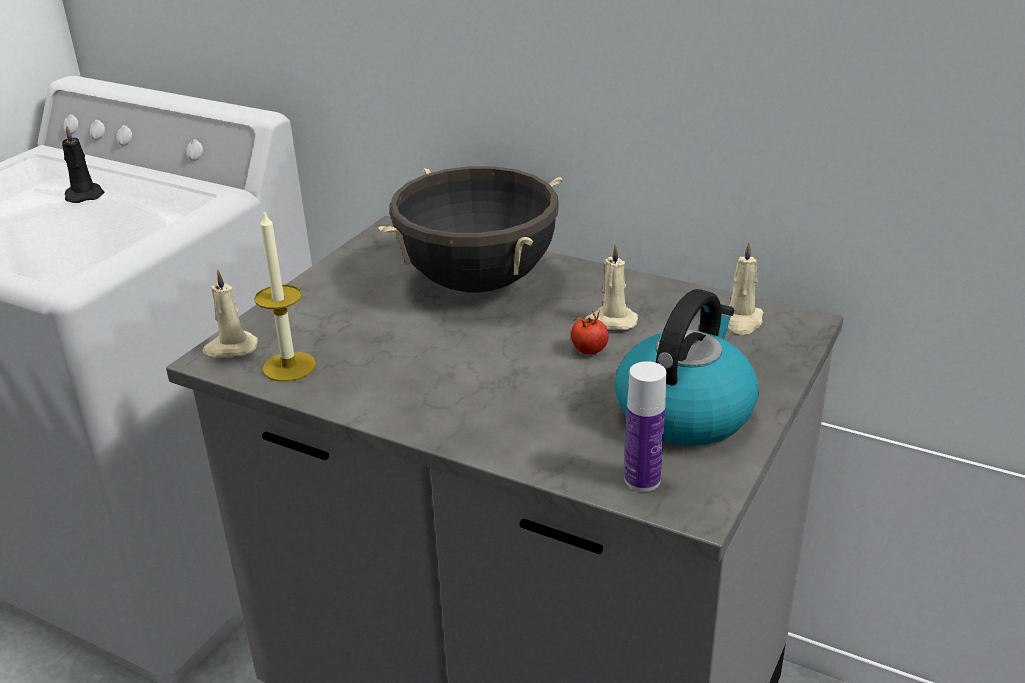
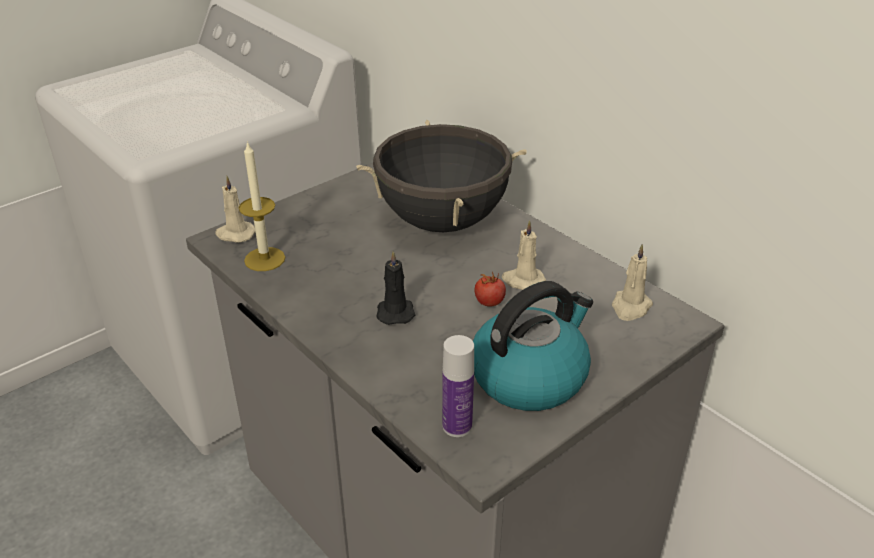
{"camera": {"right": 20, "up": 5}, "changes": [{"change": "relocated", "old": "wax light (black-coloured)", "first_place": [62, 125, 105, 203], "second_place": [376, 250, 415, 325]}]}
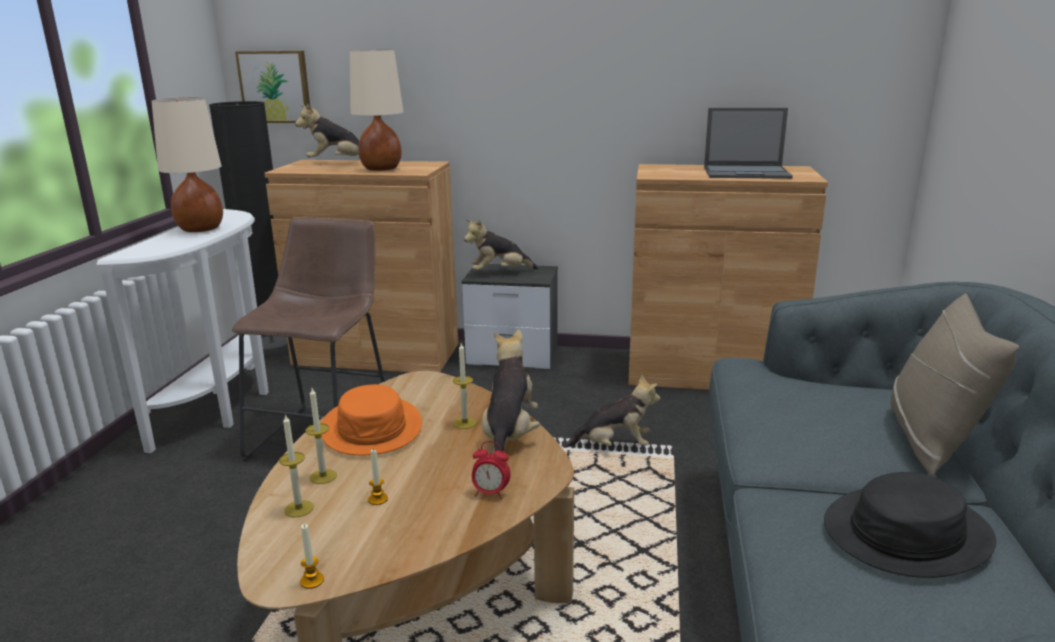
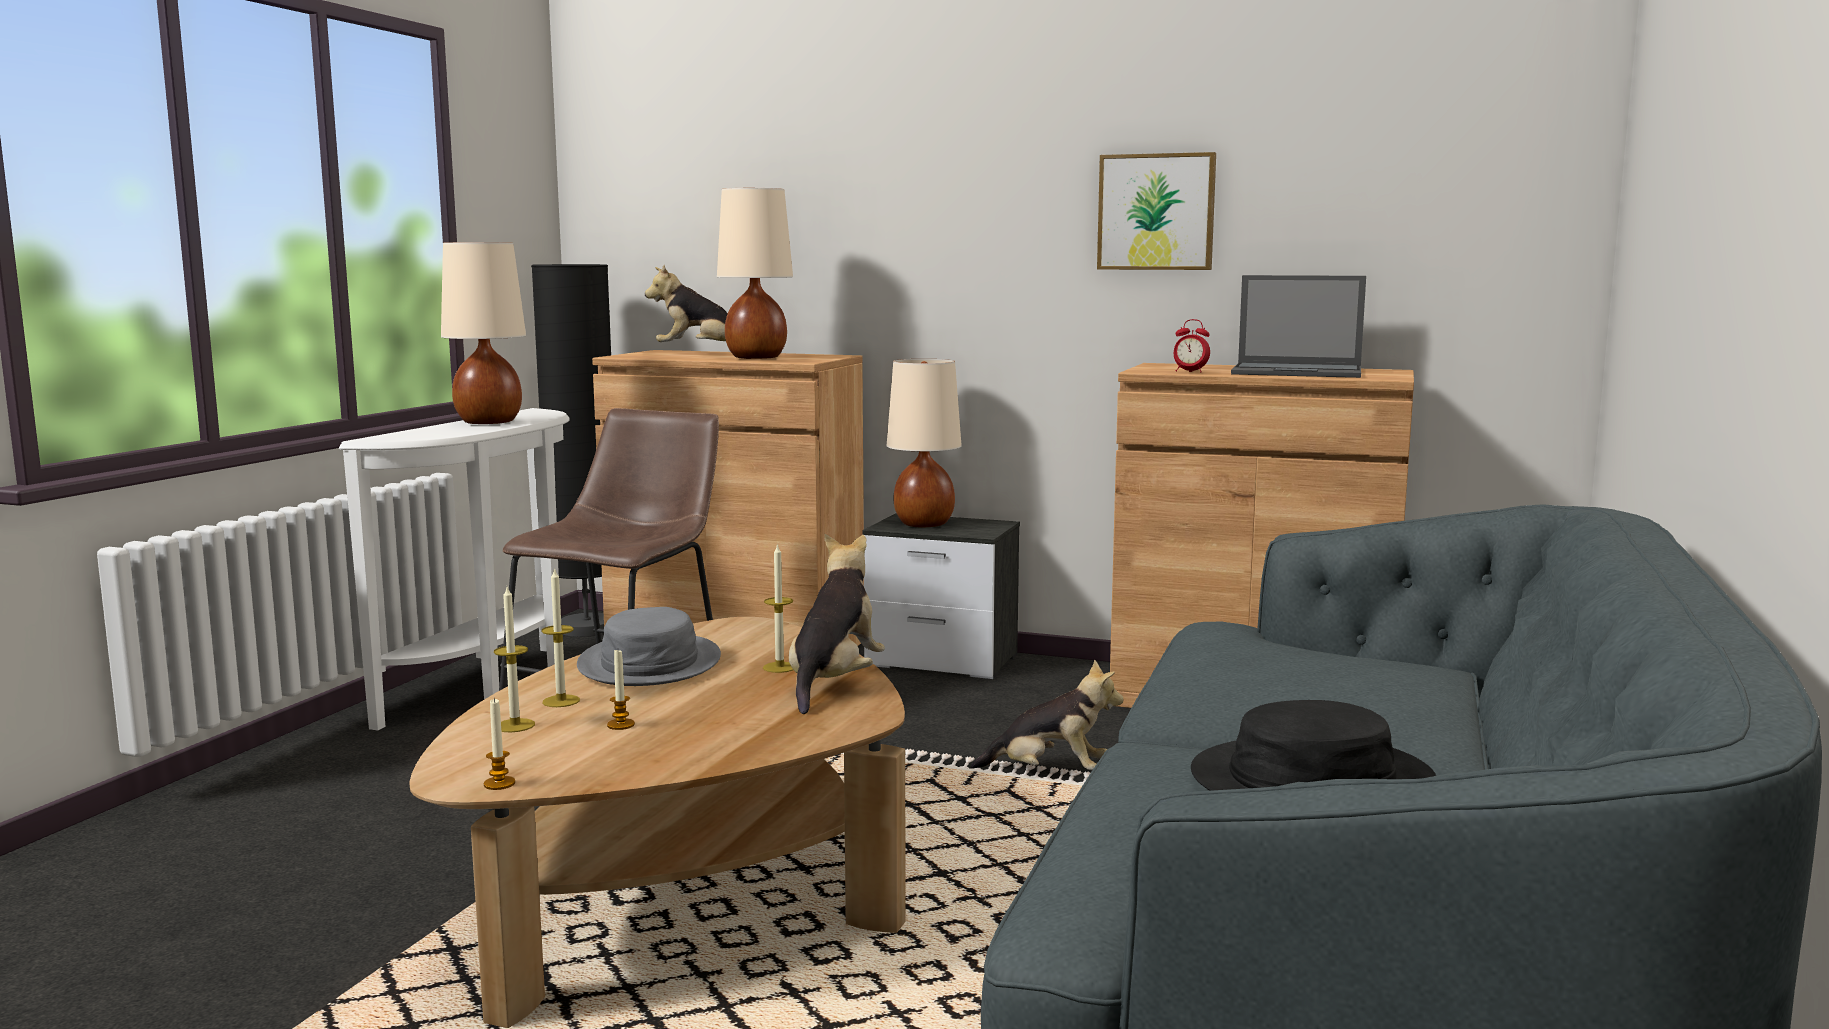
{"camera": {"right": 10, "up": -10}, "changes": [{"change": "relocated", "old": "wall picture", "first_place": [235, 51, 310, 123], "second_place": [1097, 152, 1216, 270]}, {"change": "exchanged", "old": "soft toy", "new": "lamp for a table (sand-coloured)", "first_place": [464, 219, 538, 270], "second_place": [887, 359, 962, 527]}, {"change": "missing", "old": "pillow (sand-coloured)", "first_place": [890, 293, 1019, 476]}, {"change": "colour", "old": "clothing hat (orange-coloured)", "new": "clothing hat (greyish)", "first_place": [322, 384, 422, 455], "second_place": [577, 607, 721, 686]}, {"change": "relocated", "old": "bedside clock", "first_place": [472, 441, 510, 499], "second_place": [1174, 319, 1210, 372]}]}
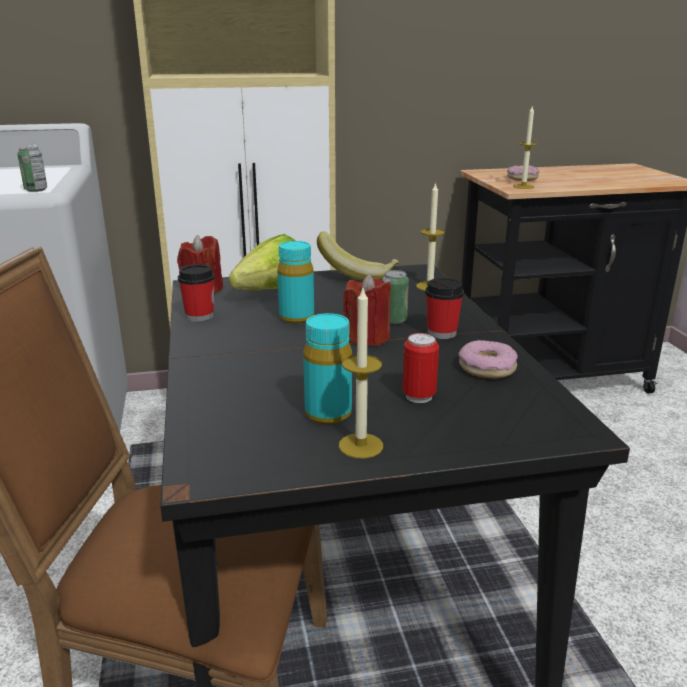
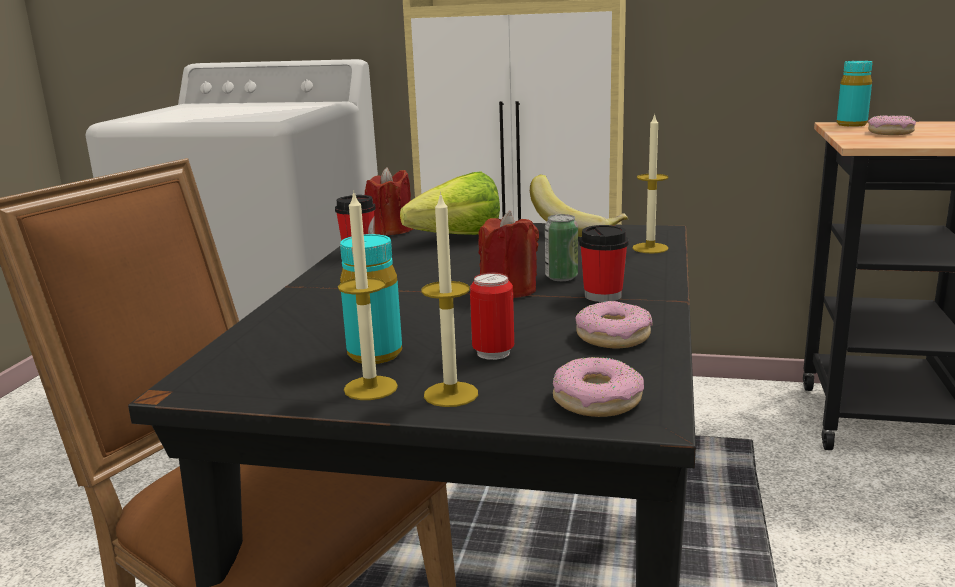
{"camera": {"right": 25, "up": -5}, "changes": [{"change": "relocated", "old": "wax light", "first_place": [513, 105, 537, 189], "second_place": [421, 192, 478, 407]}, {"change": "missing", "old": "sealed can", "first_place": [17, 146, 47, 192]}, {"change": "relocated", "old": "beverage bottle (blue-green)", "first_place": [277, 241, 314, 324], "second_place": [837, 61, 873, 127]}, {"change": "appeared", "new": "ring doughnut", "second_place": [553, 357, 644, 417]}]}
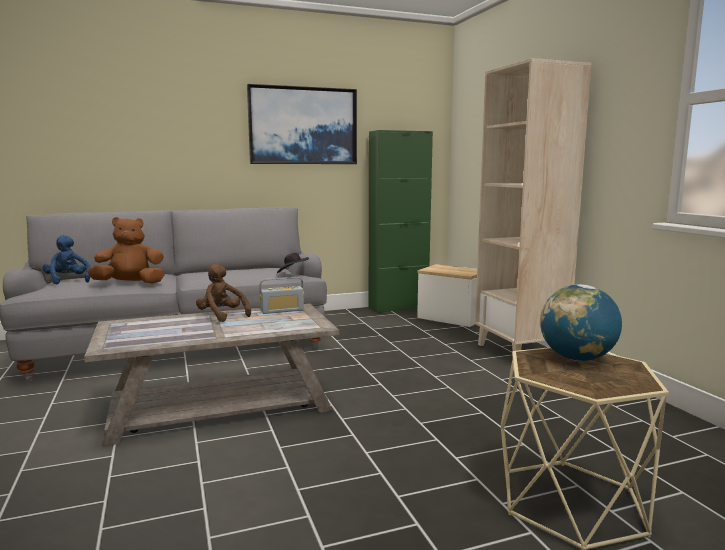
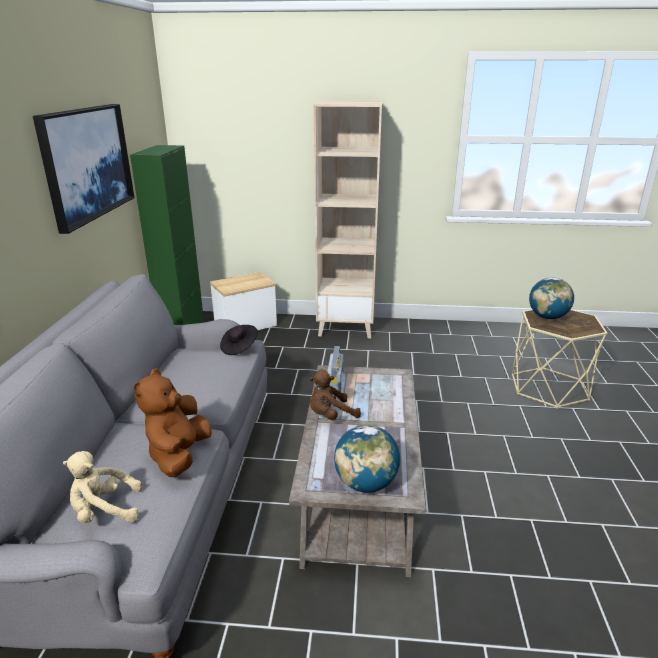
{"camera": {"right": -65, "up": 15}, "changes": [{"change": "colour", "old": "soft toy (blue)", "new": "soft toy (sand-coloured)", "first_place": [42, 235, 91, 285], "second_place": [63, 451, 142, 524]}, {"change": "appeared", "new": "desk globe", "second_place": [334, 425, 400, 493]}]}
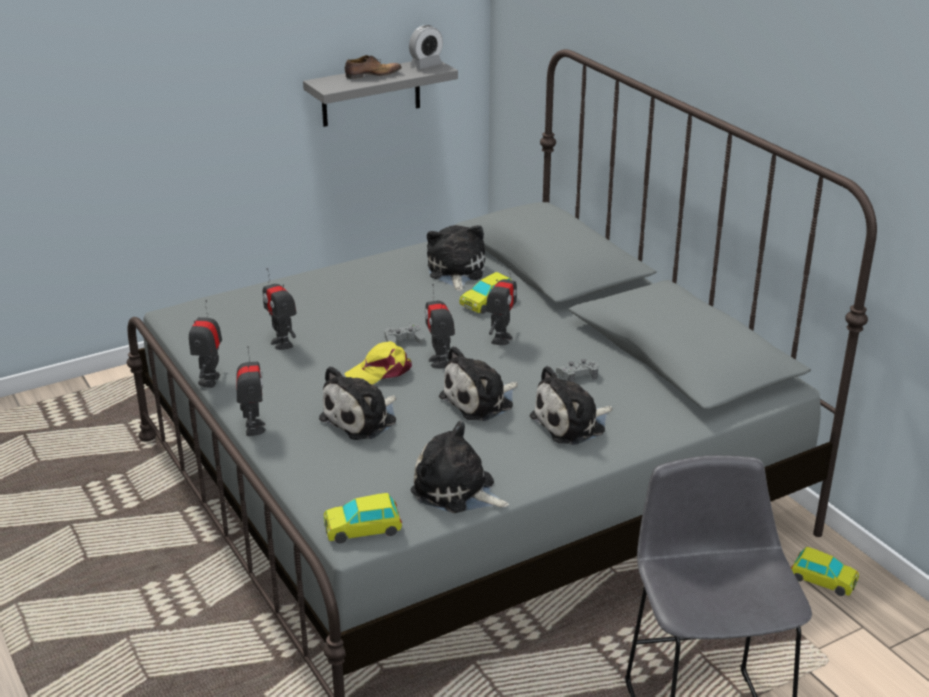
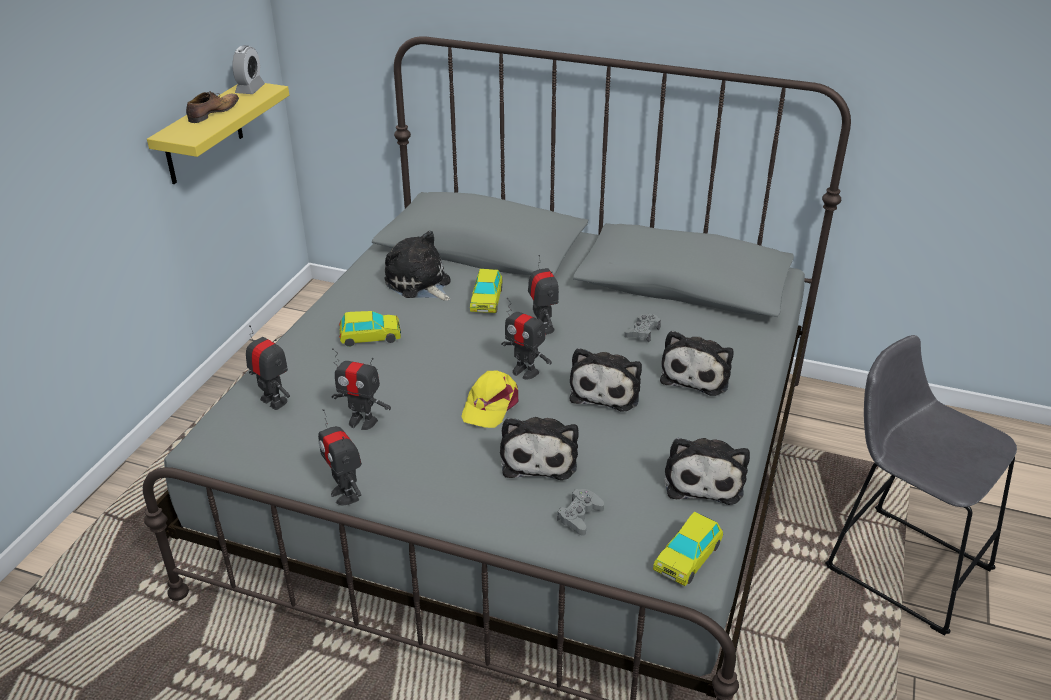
{"camera": {"right": -40, "up": 5}, "changes": [{"change": "colour", "old": "shelf (greyish)", "new": "shelf (yellow-coloured)", "first_place": [303, 62, 458, 127], "second_place": [147, 83, 289, 184]}, {"change": "relocated", "old": "joypad (greyish)", "first_place": [385, 323, 425, 345], "second_place": [557, 489, 604, 536]}, {"change": "relocated", "old": "toy robot", "first_place": [236, 346, 266, 436], "second_place": [246, 325, 290, 410]}, {"change": "spun", "old": "soft toy", "first_place": [411, 421, 509, 513], "second_place": [664, 438, 750, 505], "degrees": -75}, {"change": "relocated", "old": "model car", "first_place": [791, 547, 859, 596], "second_place": [339, 311, 401, 347]}]}
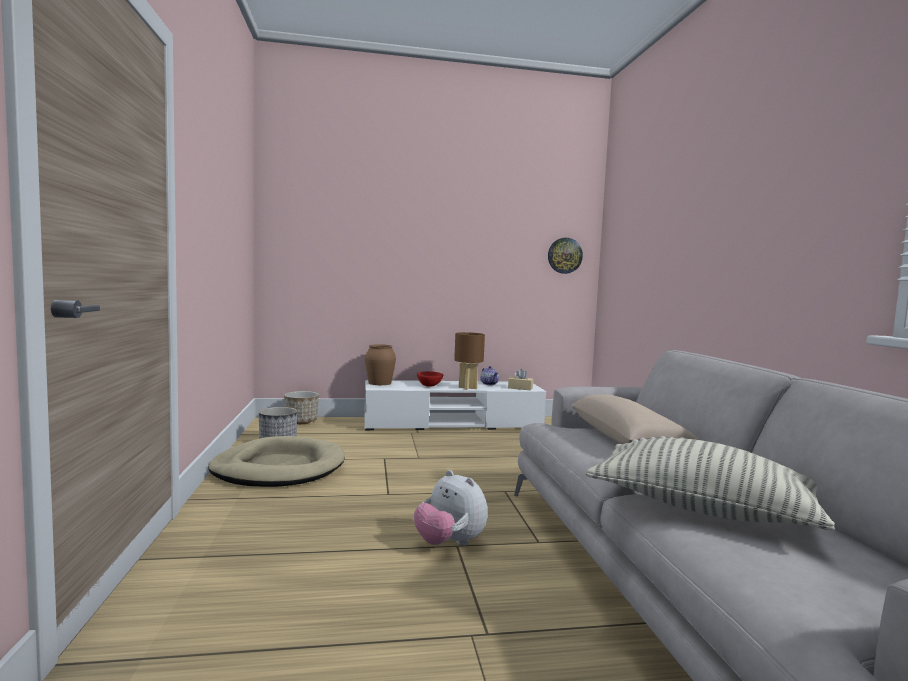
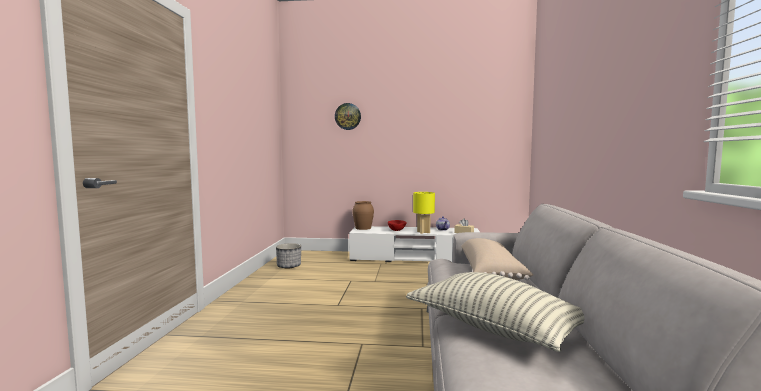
{"camera": {"right": 15, "up": 0}, "changes": [{"change": "relocated", "old": "wall clock", "first_place": [548, 238, 583, 274], "second_place": [335, 103, 361, 130]}, {"change": "colour", "old": "lamp for a table (brownish)", "new": "lamp for a table (yellow-coloured)", "first_place": [454, 332, 485, 390], "second_place": [413, 192, 435, 234]}, {"change": "missing", "old": "plant pot", "first_place": [284, 391, 319, 424]}, {"change": "missing", "old": "dog bed (sand-coloured)", "first_place": [208, 436, 345, 487]}, {"change": "missing", "old": "soft toy", "first_place": [414, 470, 488, 546]}]}
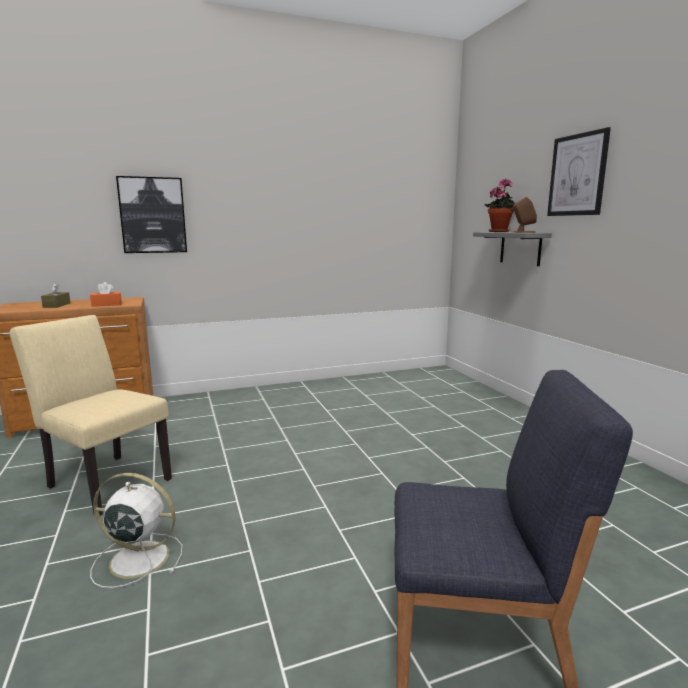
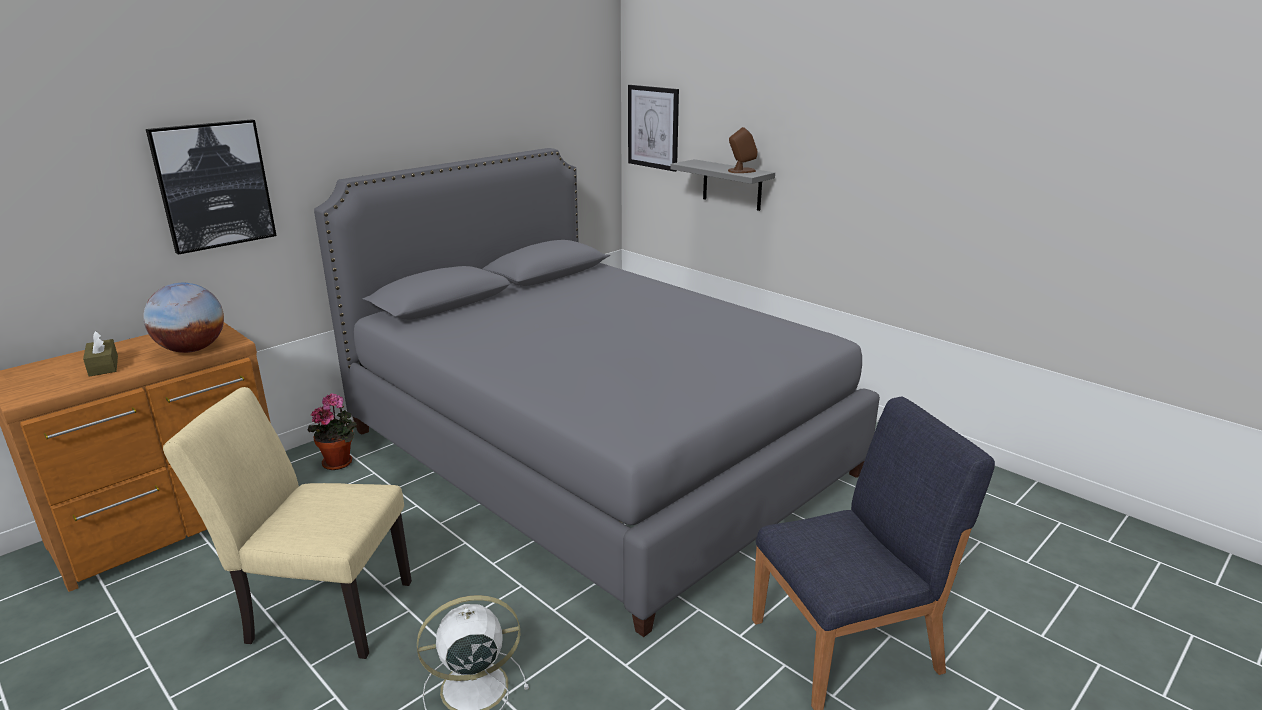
{"camera": {"right": -25, "up": 10}, "changes": [{"change": "relocated", "old": "wall picture", "first_place": [547, 127, 611, 216], "second_place": [628, 85, 679, 172]}, {"change": "relocated", "old": "houseplant", "first_place": [484, 179, 515, 232], "second_place": [308, 393, 357, 470]}, {"change": "exchanged", "old": "tissue holder (orange-coloured)", "new": "desk globe", "first_place": [90, 282, 122, 307], "second_place": [143, 283, 224, 353]}, {"change": "appeared", "new": "sleeping bed (greyish)", "second_place": [314, 148, 880, 637]}]}
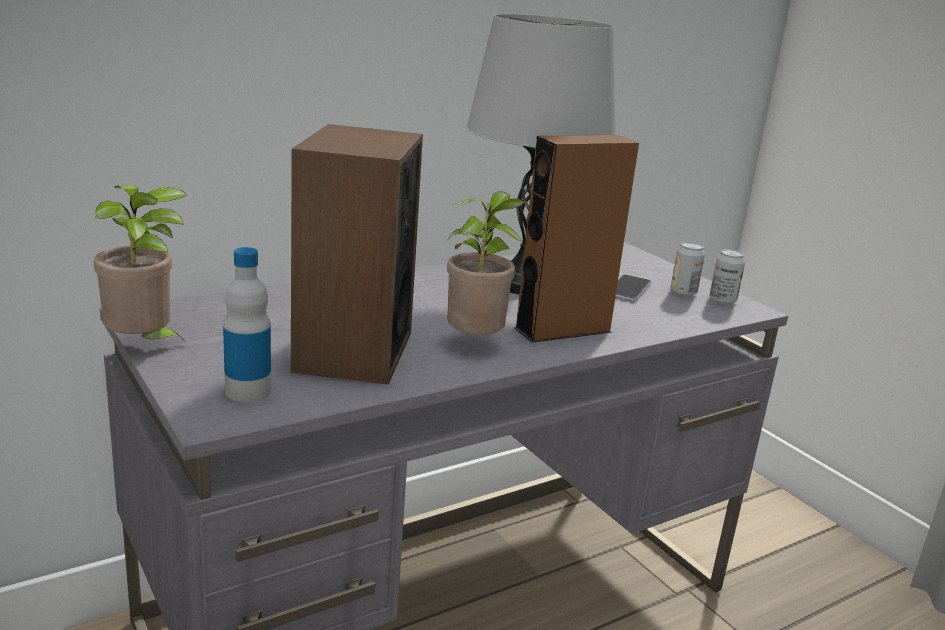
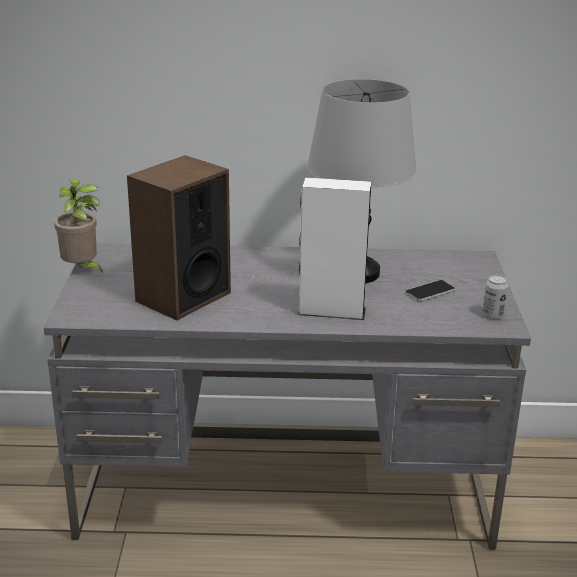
{"camera": {"right": 35, "up": 5}, "changes": [{"change": "colour", "old": "audio speaker (brownish)", "new": "audio speaker (white)", "first_place": [514, 135, 639, 343], "second_place": [298, 177, 371, 320]}, {"change": "missing", "old": "houseplant", "first_place": [447, 192, 525, 335]}, {"change": "missing", "old": "sealed can", "first_place": [671, 242, 705, 296]}, {"change": "missing", "old": "beverage bottle", "first_place": [223, 247, 271, 402]}]}
